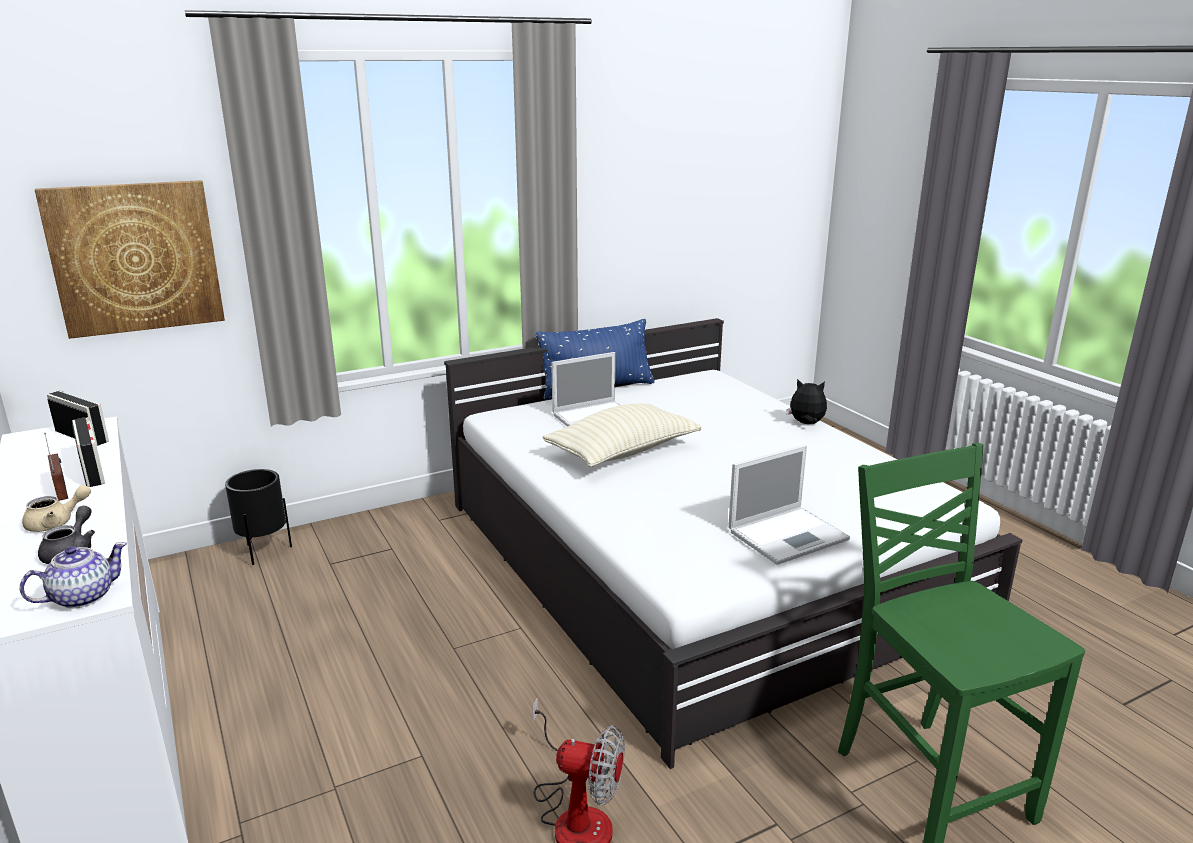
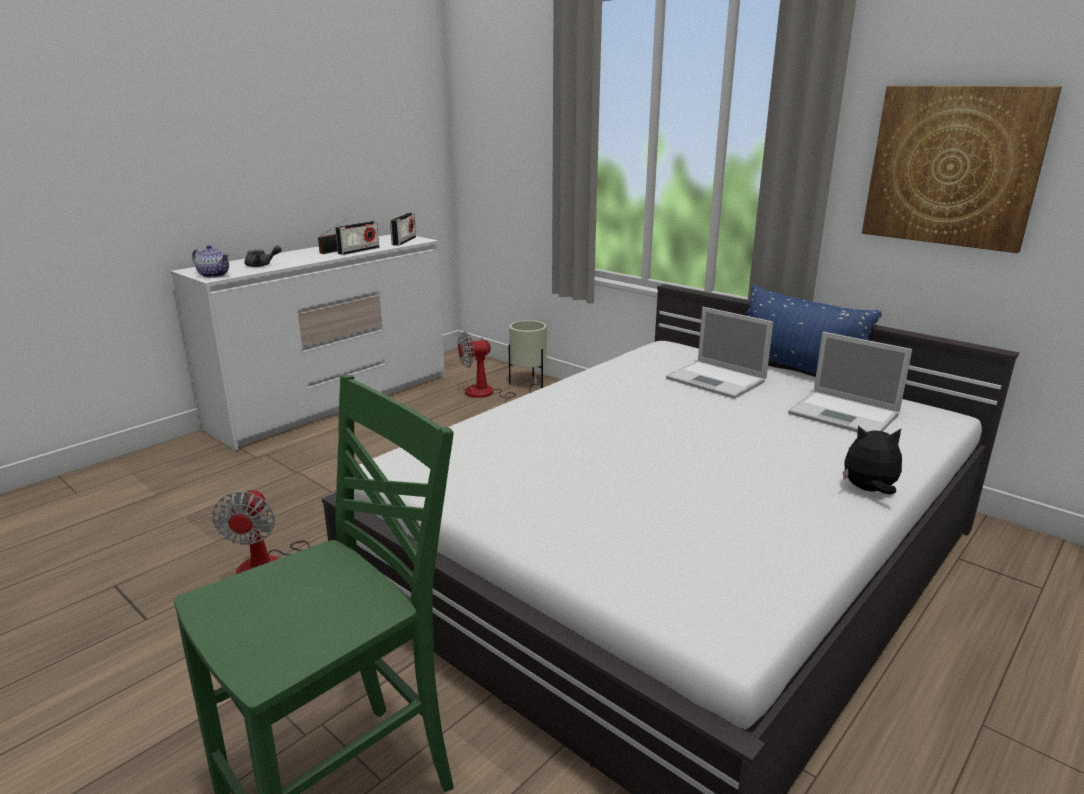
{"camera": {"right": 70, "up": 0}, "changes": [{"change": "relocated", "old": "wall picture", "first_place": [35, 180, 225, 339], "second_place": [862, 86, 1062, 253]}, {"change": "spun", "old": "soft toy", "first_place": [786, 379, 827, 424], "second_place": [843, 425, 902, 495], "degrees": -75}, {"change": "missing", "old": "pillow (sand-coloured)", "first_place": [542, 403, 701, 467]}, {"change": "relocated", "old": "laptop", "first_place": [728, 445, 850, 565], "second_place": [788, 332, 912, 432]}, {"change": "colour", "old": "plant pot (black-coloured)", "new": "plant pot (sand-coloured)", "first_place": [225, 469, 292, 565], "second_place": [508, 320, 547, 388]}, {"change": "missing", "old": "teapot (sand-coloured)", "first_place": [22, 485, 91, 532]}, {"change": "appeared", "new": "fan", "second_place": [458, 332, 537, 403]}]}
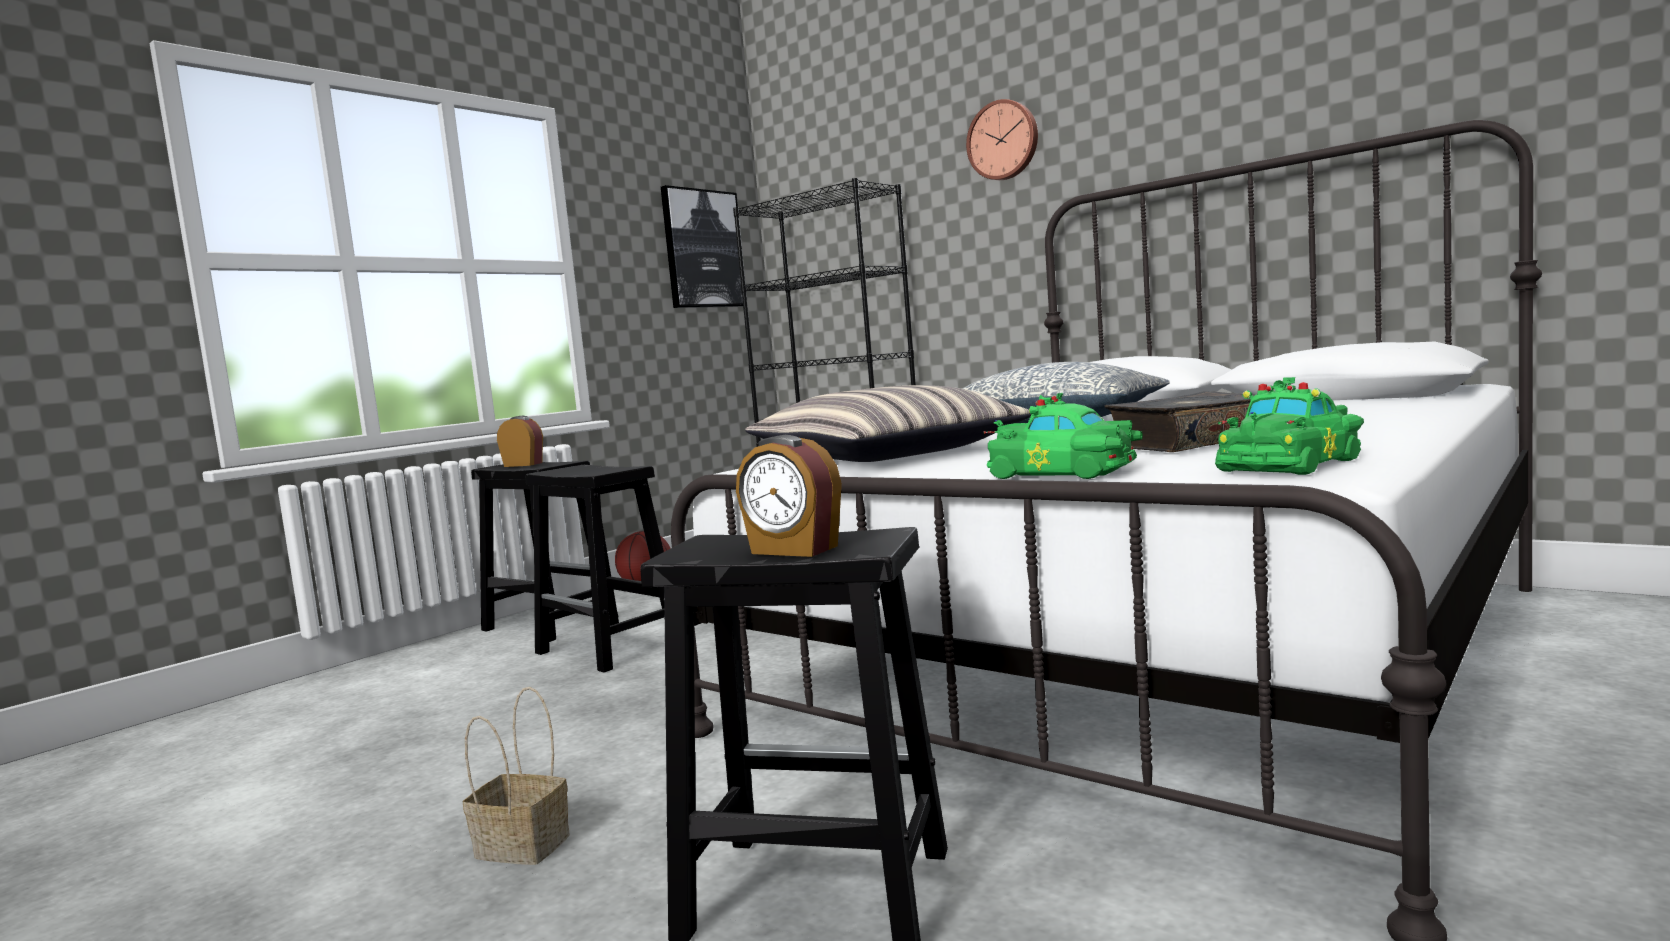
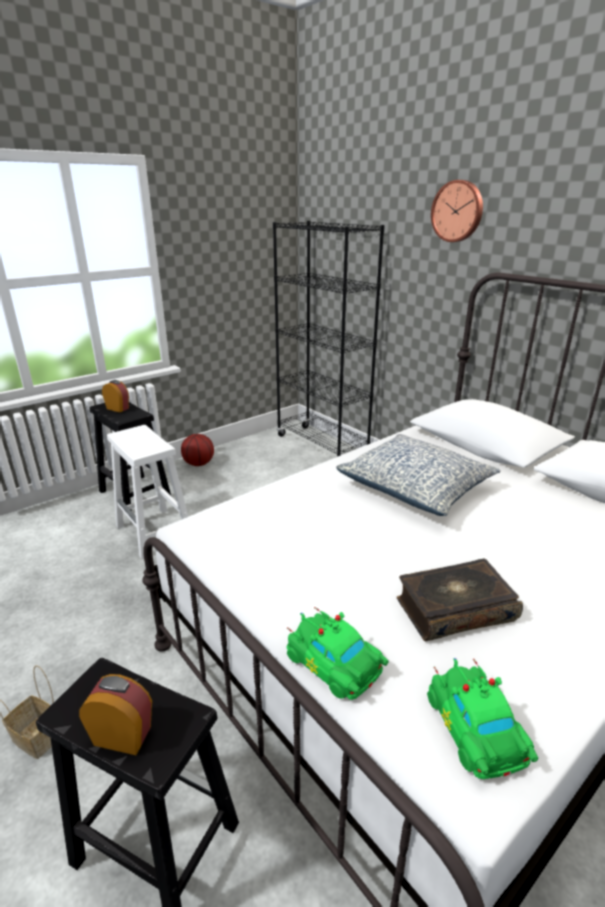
{"camera": {"right": 10, "up": 20}, "changes": [{"change": "missing", "old": "wall picture", "first_place": [661, 185, 743, 308]}, {"change": "spun", "old": "model car (green-coloured)", "first_place": [1215, 377, 1364, 475], "second_place": [427, 658, 538, 779], "degrees": 105}, {"change": "missing", "old": "pillow", "first_place": [745, 385, 1032, 462]}, {"change": "spun", "old": "bedside clock", "first_place": [736, 435, 842, 557], "second_place": [79, 674, 152, 755], "degrees": 150}, {"change": "colour", "old": "stool (black-coloured)", "new": "stool (white)", "first_place": [525, 465, 665, 673], "second_place": [107, 425, 188, 559]}]}
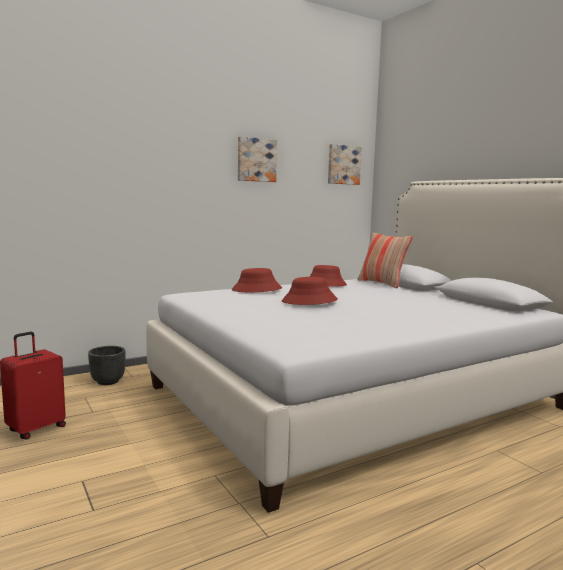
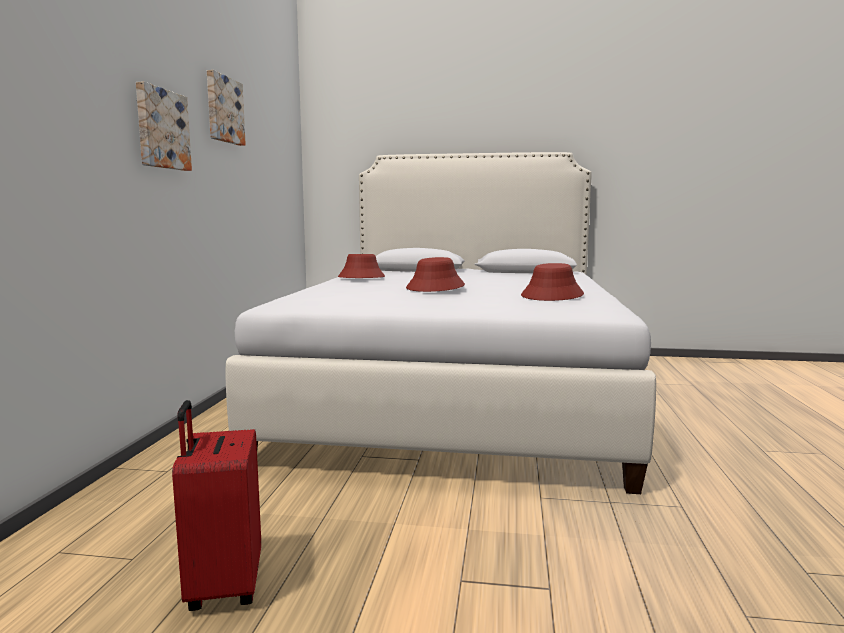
{"camera": {"right": -50, "up": 0}, "changes": [{"change": "relocated", "old": "wall picture", "first_place": [328, 144, 362, 185], "second_place": [136, 81, 192, 171]}, {"change": "missing", "old": "pillow", "first_place": [358, 232, 413, 288]}, {"change": "relocated", "old": "clothing hat (red-coloured)", "first_place": [232, 268, 282, 292], "second_place": [521, 263, 584, 301]}, {"change": "missing", "old": "plant pot (black-coloured)", "first_place": [88, 346, 126, 385]}]}
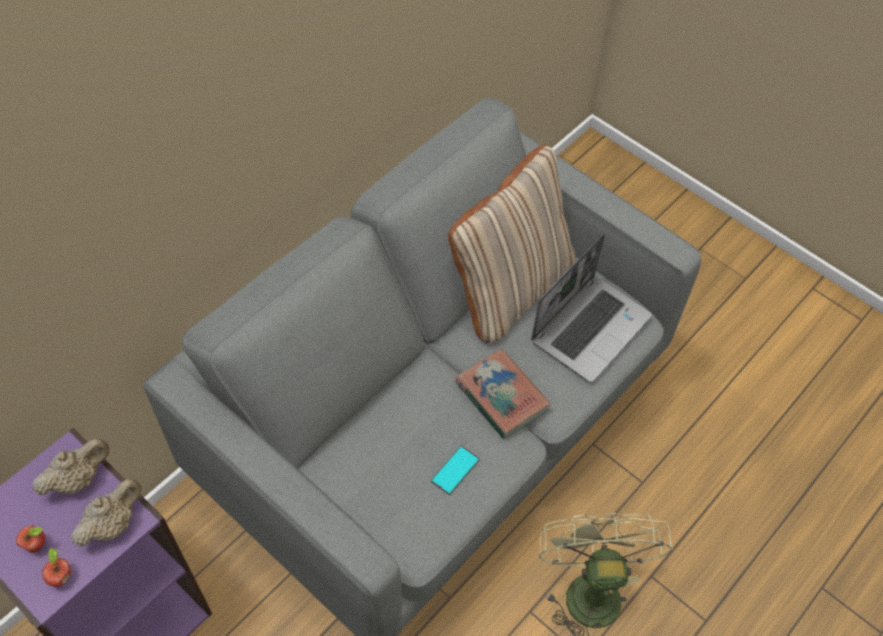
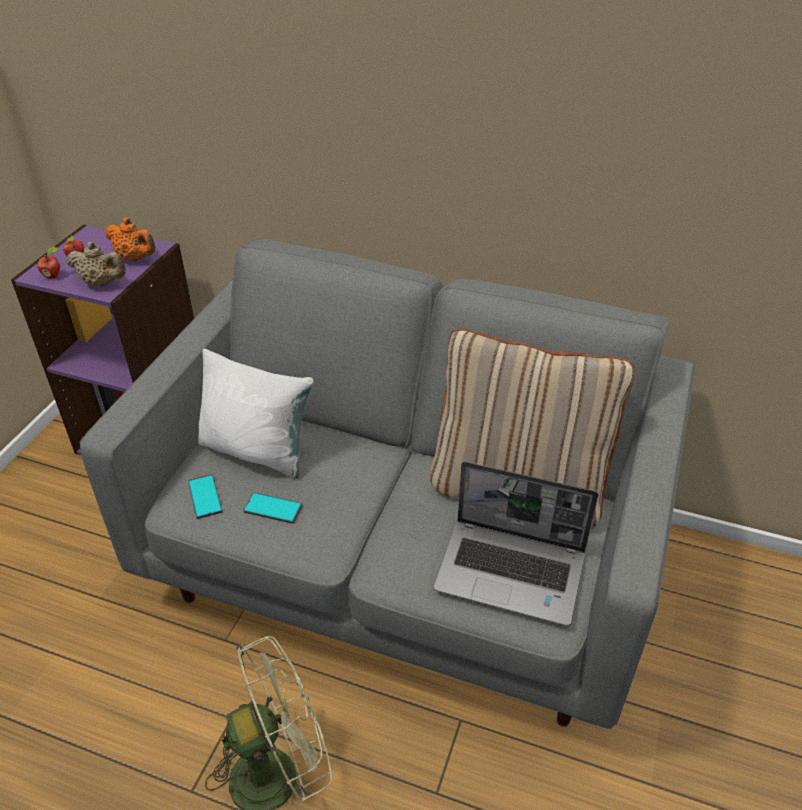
{"camera": {"right": 70, "up": -15}, "changes": [{"change": "missing", "old": "book", "first_place": [455, 348, 551, 439]}, {"change": "colour", "old": "teapot (sand-coloured)", "new": "teapot (orange-coloured)", "first_place": [32, 439, 110, 495], "second_place": [105, 217, 155, 261]}, {"change": "appeared", "new": "pillow (white)", "second_place": [198, 349, 314, 478]}, {"change": "appeared", "new": "telephone", "second_place": [188, 474, 223, 519]}]}
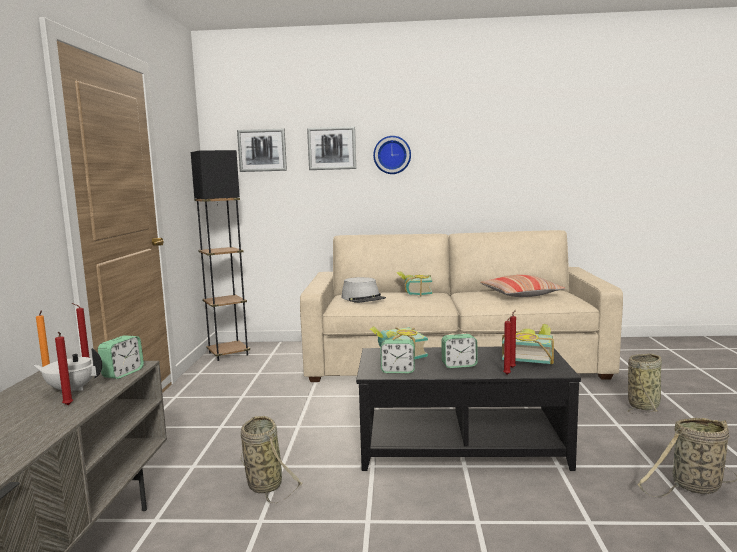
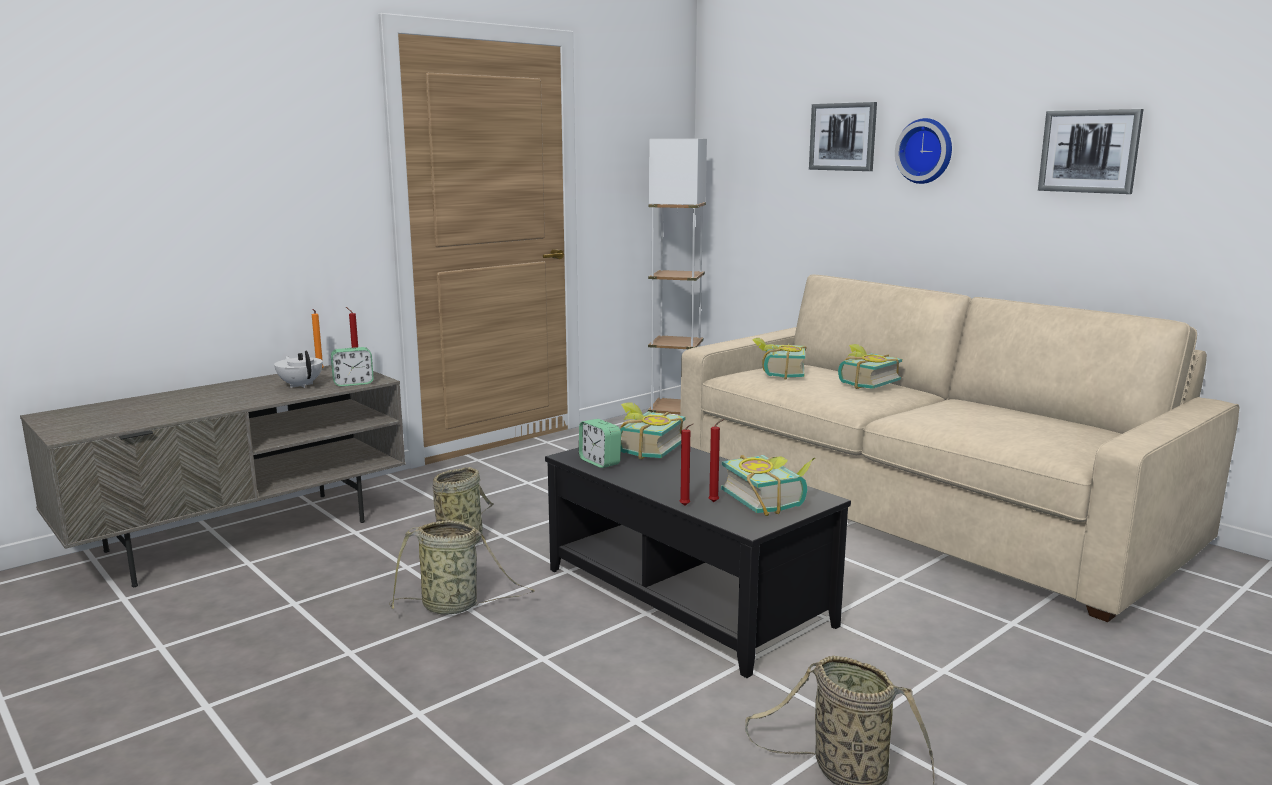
{"camera": {"right": 45, "up": 5}, "changes": [{"change": "relocated", "old": "wall picture", "first_place": [237, 129, 287, 172], "second_place": [1038, 109, 1143, 194]}, {"change": "colour", "old": "standard lamp (black-coloured)", "new": "standard lamp (white)", "first_place": [191, 150, 250, 361], "second_place": [648, 139, 707, 414]}, {"change": "missing", "old": "pillow", "first_place": [480, 275, 565, 297]}, {"change": "exchanged", "old": "clothing hat (greyish)", "new": "book", "first_place": [341, 277, 386, 303], "second_place": [752, 338, 807, 380]}, {"change": "missing", "old": "wax light (red-coloured)", "first_place": [55, 332, 73, 405]}, {"change": "missing", "old": "bedside clock", "first_place": [441, 334, 477, 368]}, {"change": "relocated", "old": "basket", "first_place": [628, 353, 662, 414], "second_place": [389, 520, 535, 614]}]}
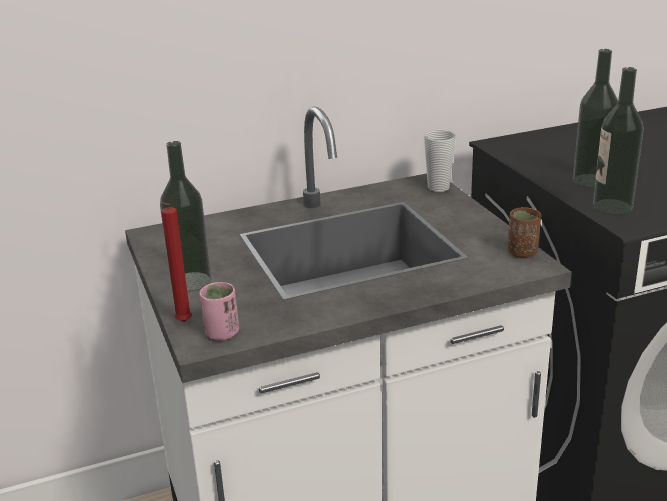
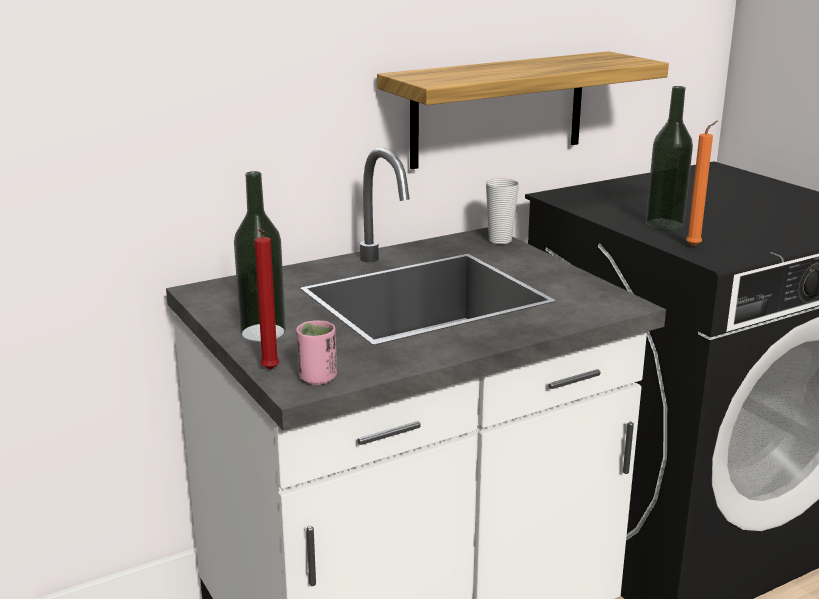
{"camera": {"right": -10, "up": -5}, "changes": [{"change": "exchanged", "old": "beverage bottle", "new": "wax light (orange-coloured)", "first_place": [593, 67, 644, 215], "second_place": [686, 120, 718, 247]}, {"change": "missing", "old": "small cup (brownish)", "first_place": [507, 207, 541, 258]}, {"change": "appeared", "new": "shelf", "second_place": [377, 51, 669, 169]}]}
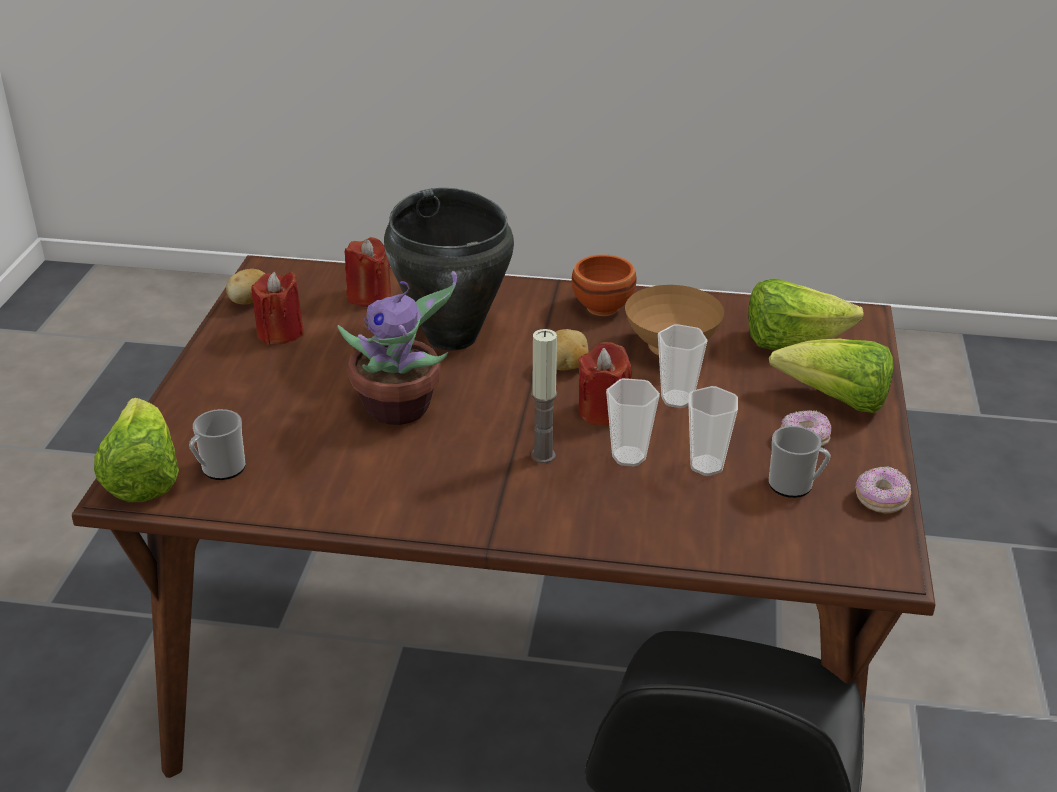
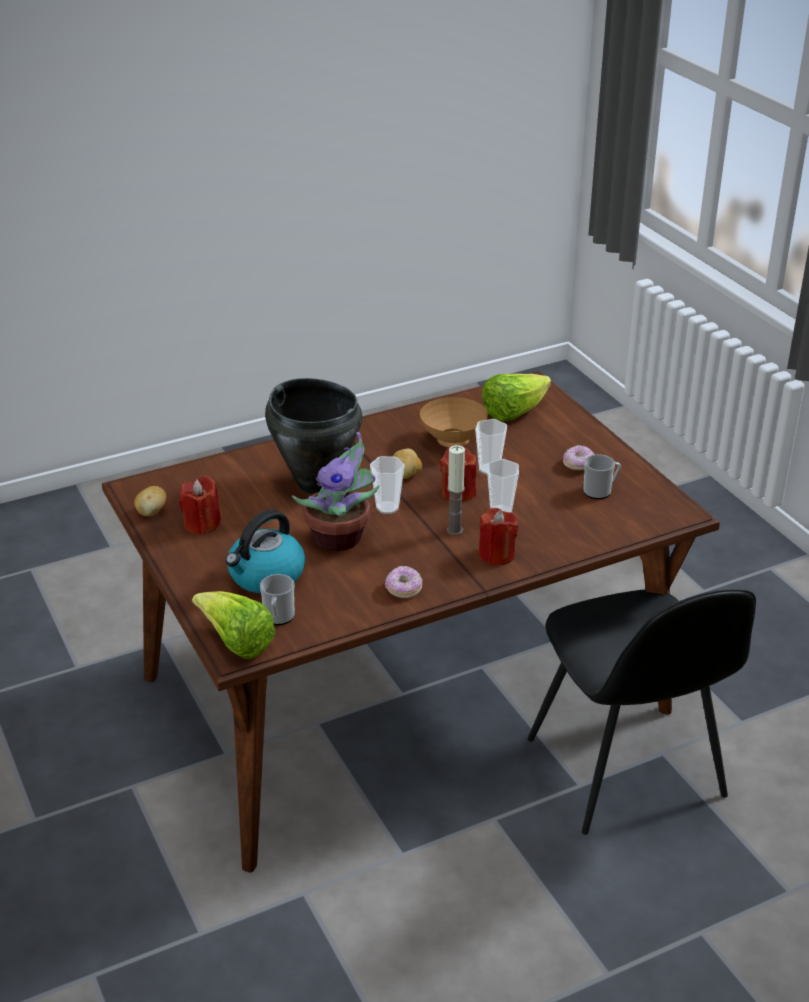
{"camera": {"right": -35, "up": 0}, "changes": [{"change": "relocated", "old": "wax light (red-coloured)", "first_place": [345, 237, 391, 307], "second_place": [478, 508, 518, 565]}, {"change": "missing", "old": "serving bowl (brownish)", "first_place": [572, 255, 637, 316]}, {"change": "missing", "old": "lettuce head", "first_place": [769, 339, 894, 413]}, {"change": "relocated", "old": "small cup", "first_place": [689, 386, 738, 476], "second_place": [370, 456, 405, 514]}, {"change": "relocated", "old": "ring doughnut", "first_place": [855, 466, 911, 514], "second_place": [385, 566, 422, 598]}, {"change": "appeared", "new": "water kettle", "second_place": [225, 509, 305, 594]}]}
